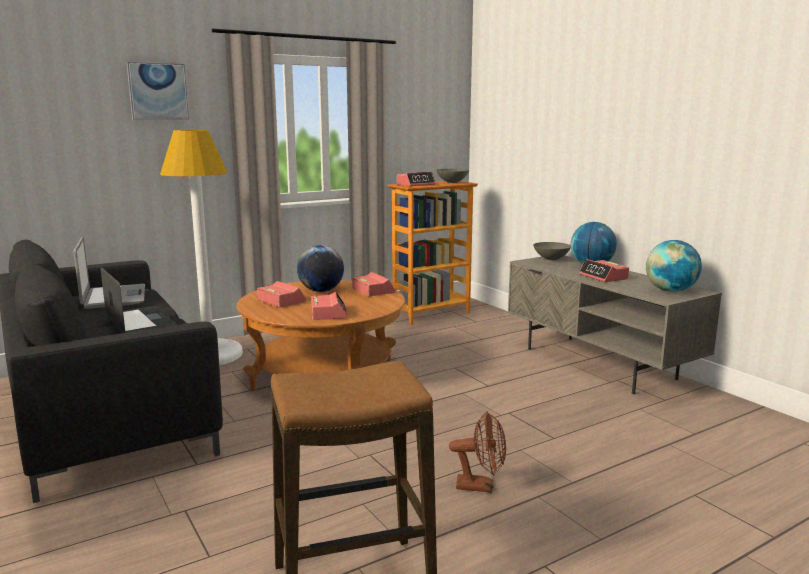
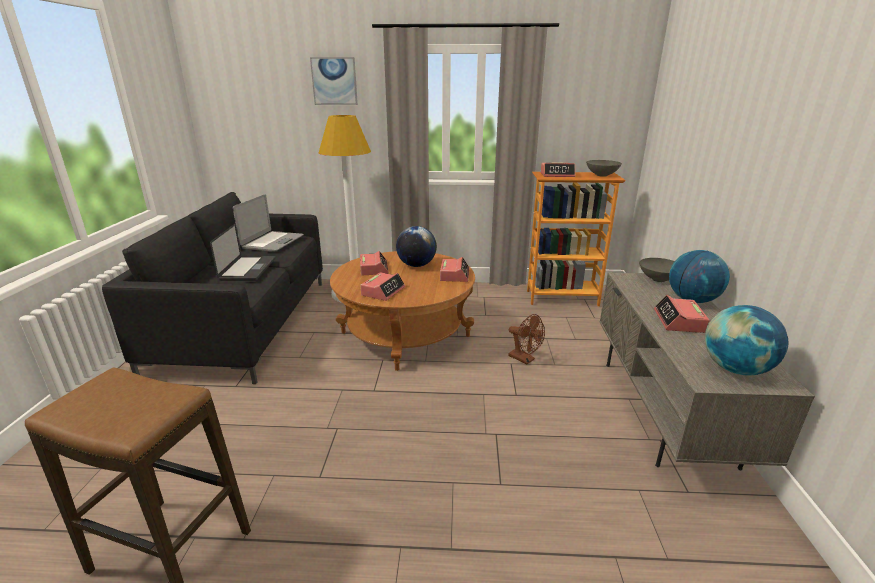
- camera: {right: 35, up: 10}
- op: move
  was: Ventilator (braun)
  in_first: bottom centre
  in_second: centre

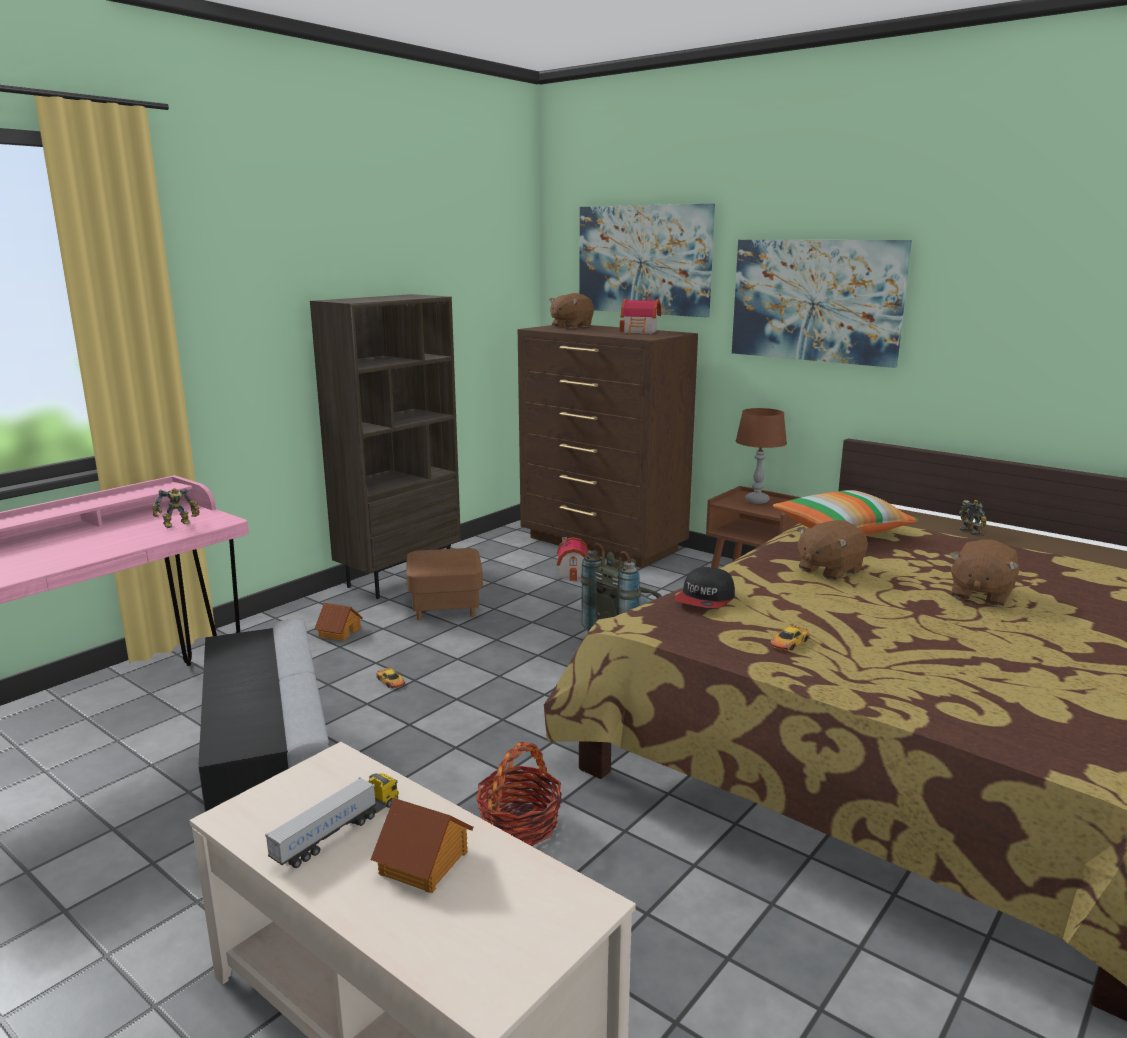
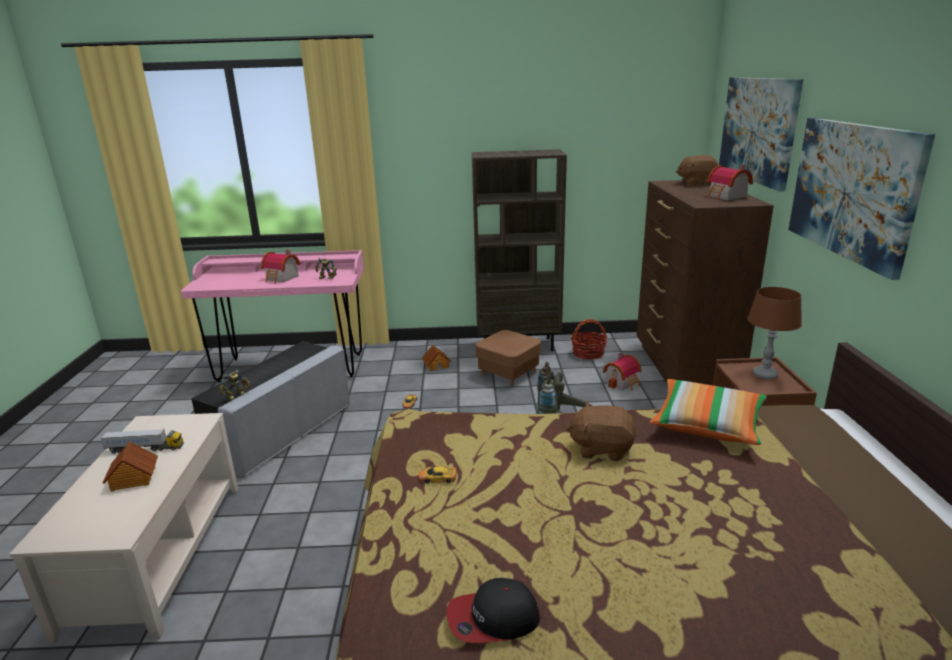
- camera: {right: 50, up: 5}
- op: move
  was: Korb
  in_first: bottom centre
  in_second: centre
- op: move
  was: Kappe
  in_first: centre
  in_second: bottom centre
- op: delete
  was: Plüschtier (braun) (3rd from left)
  in_first: middle right
- op: move
  was: Spielzeugroboter (2nd from left in the first image)
  now: Spielzeugroboter (1st from left)
  in_first: middle right
  in_second: middle left
- op: insert
  now: Spielzeughaus (2nd from left)
  in_second: middle left

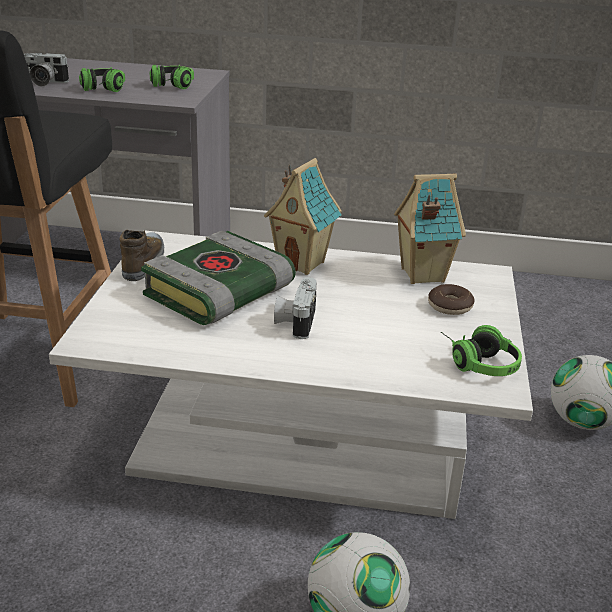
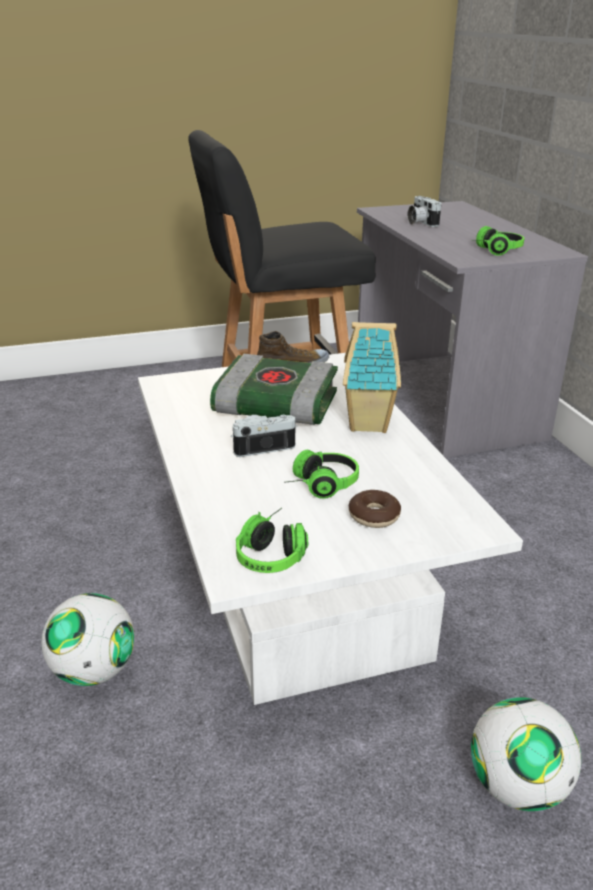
- camera: {right: 65, up: 0}
- op: move
  was: Kopfhörer (1st from left in the first image)
  now: Kopfhörer (2nd from left)
  in_first: top left
  in_second: centre
- op: delete
  was: Spielzeughaus (2nd from left)
  in_first: middle right

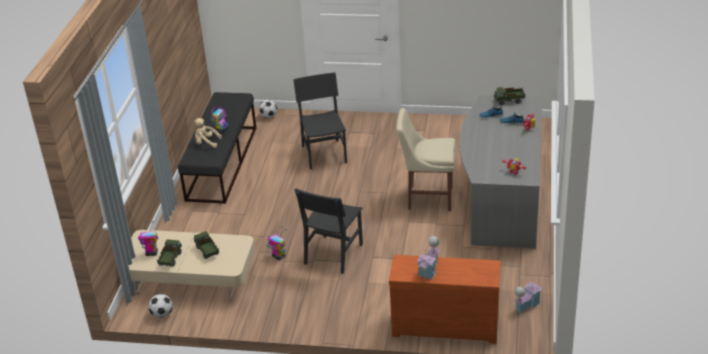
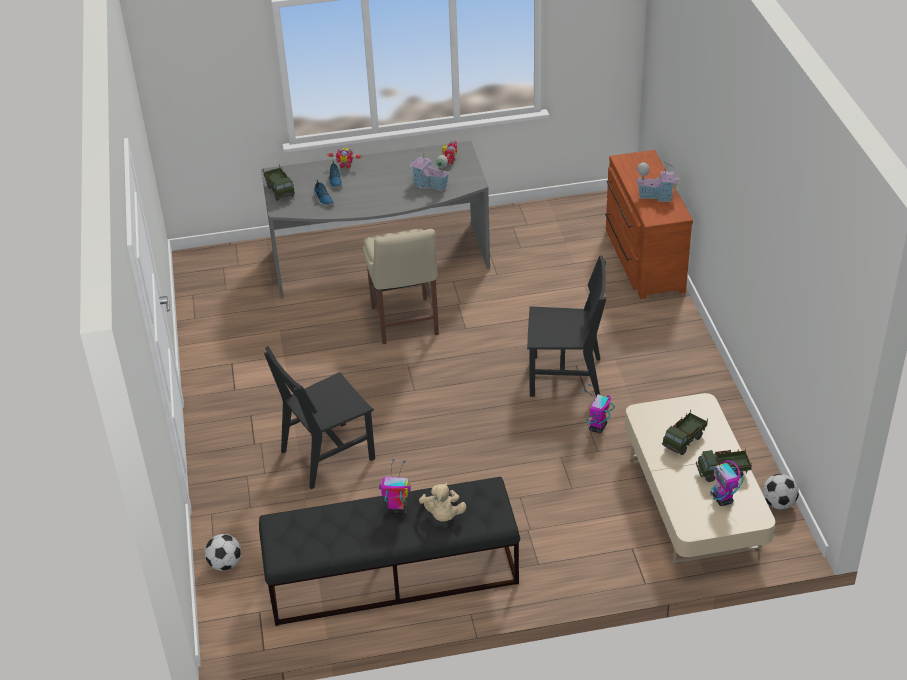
- camera: {right: -110, up: 5}
- op: move
  was: Spielzeughaus (2nd from left in the first image)
  now: Spielzeughaus (1st from left)
  in_first: bottom right
  in_second: top centre

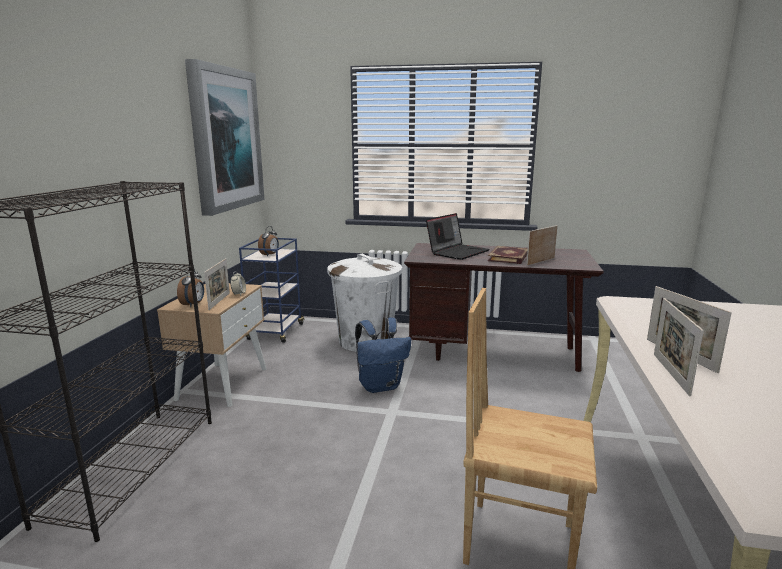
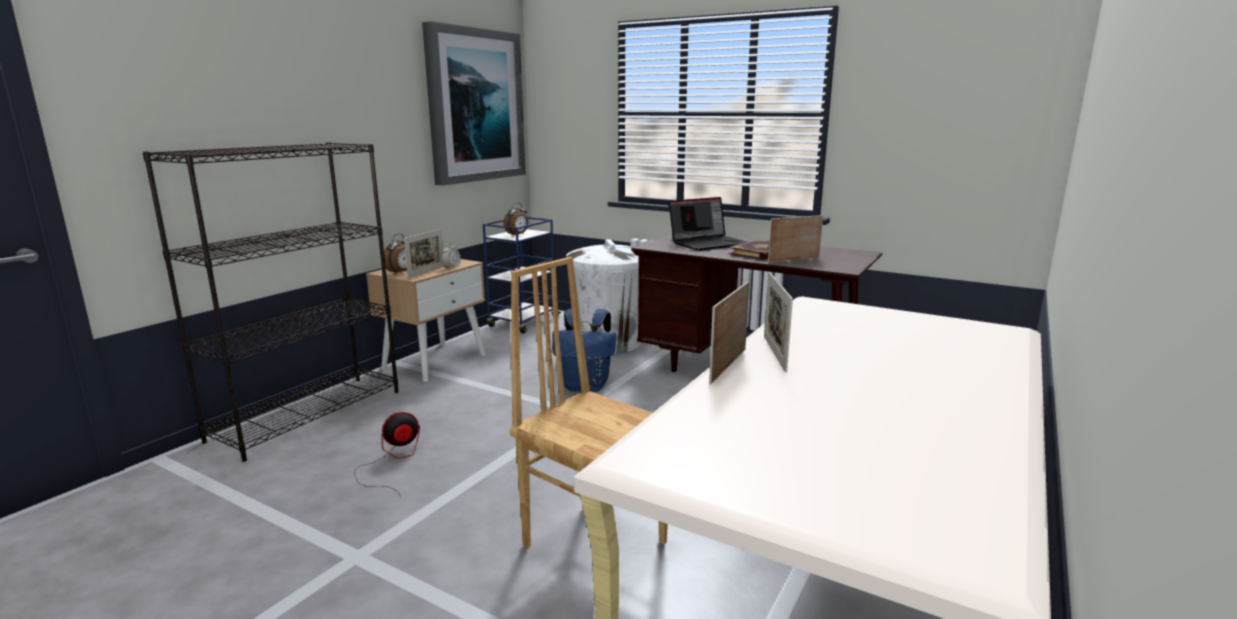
- camera: {right: 20, up: 0}
- op: insert
  now: Ventilator
  in_second: bottom left

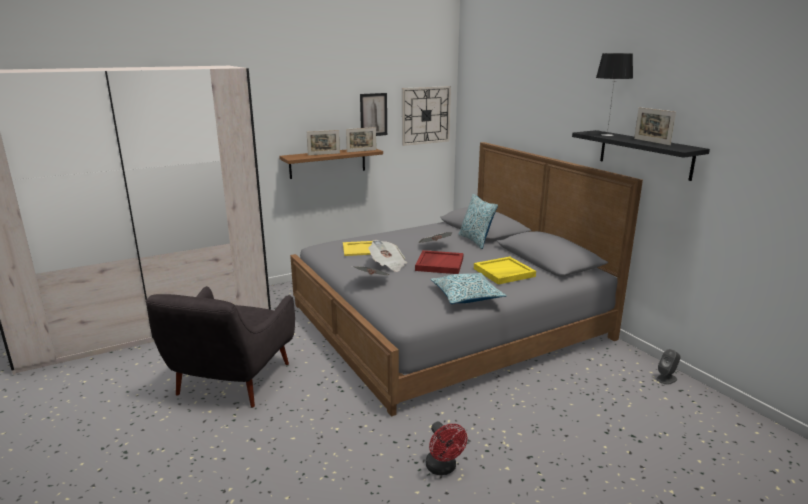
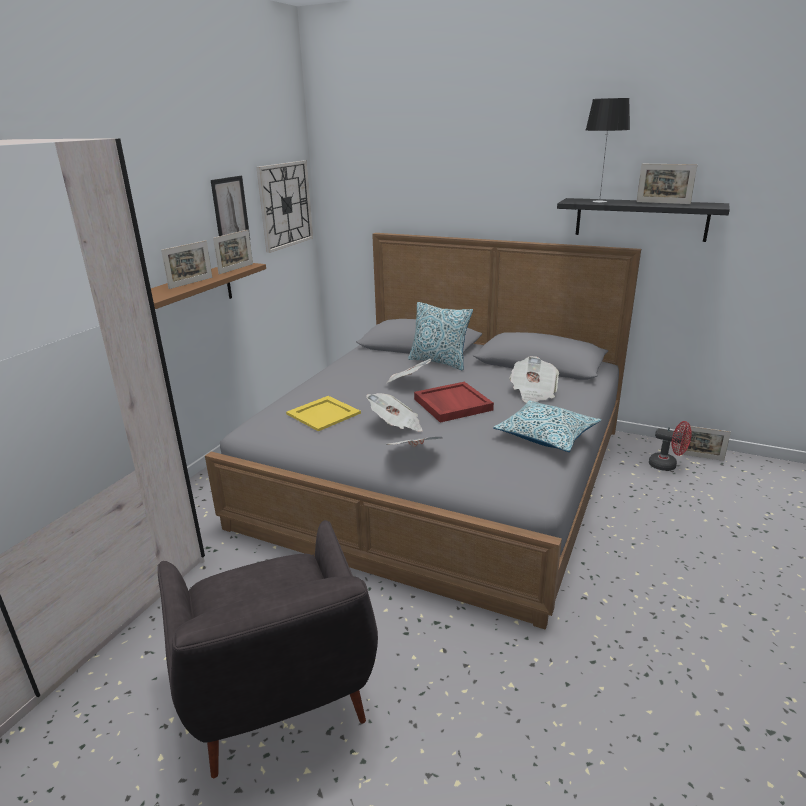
- camera: {right: -35, up: 5}
- op: move
  was: Ventilator (rot)
  in_first: bottom centre
  in_second: middle right
- op: replace
  was: Tablett (gelb) (2nd from left)
  now: Zeitung (4th from left)
  in_first: centre
  in_second: centre
- op: replace
  was: Lautsprecher (grau)
  now: Bilderrahmen (4th from left)
  in_first: bottom right
  in_second: middle right

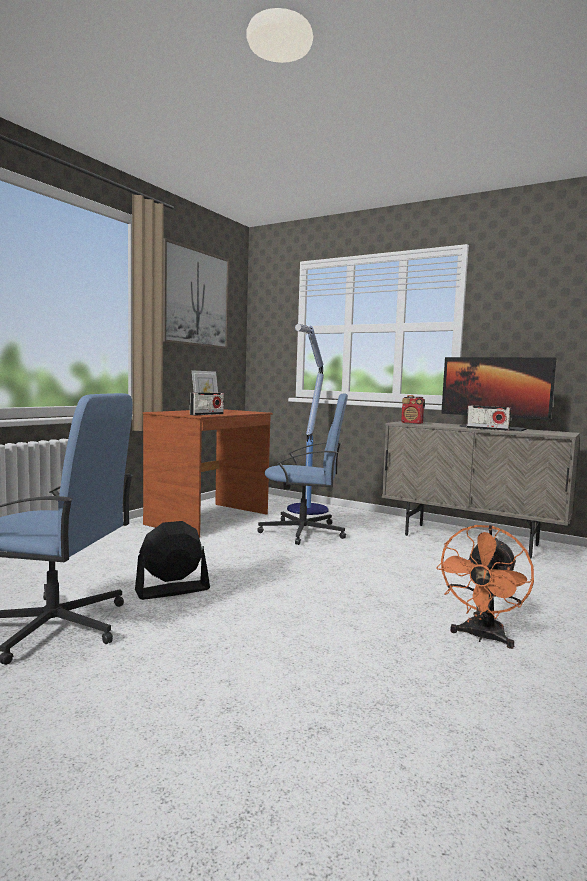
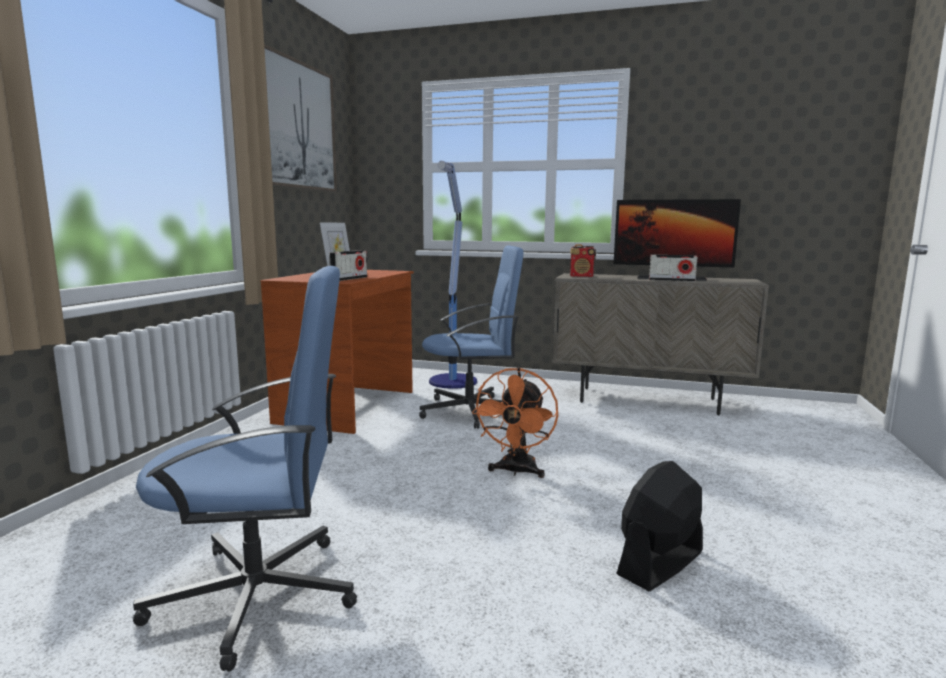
- camera: {right: -15, up: 5}
- op: move
  was: Ventilator (schwarz)
  in_first: middle left
  in_second: bottom right
- op: move
  was: Ventilator (orange)
  in_first: middle right
  in_second: centre

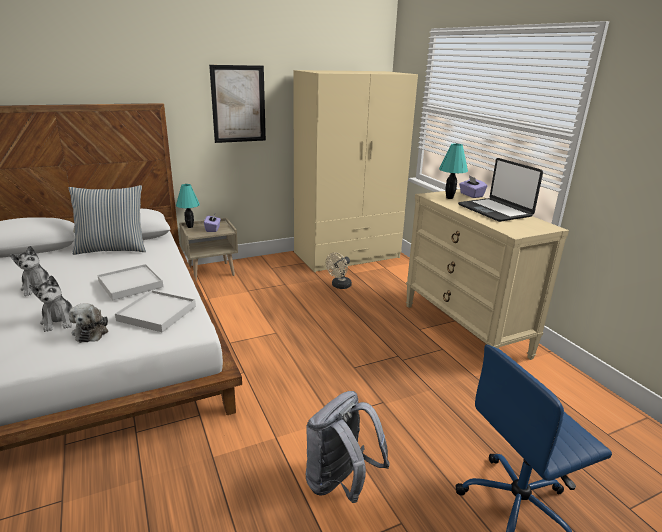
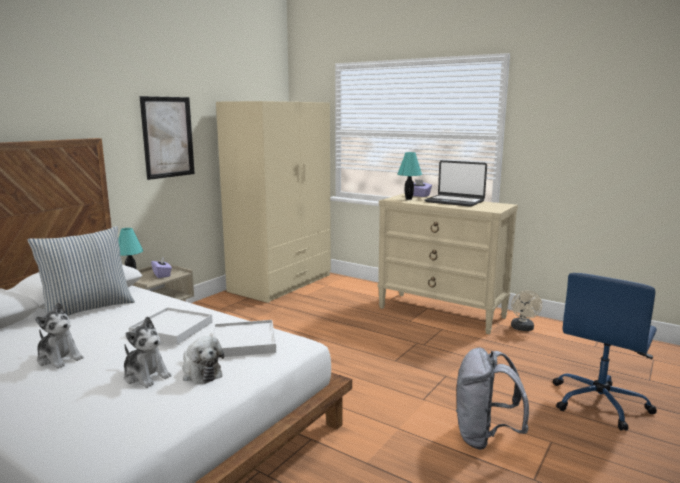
- camera: {right: -30, up: -10}
- op: move
  was: Ventilator (beige)
  in_first: centre
  in_second: middle right

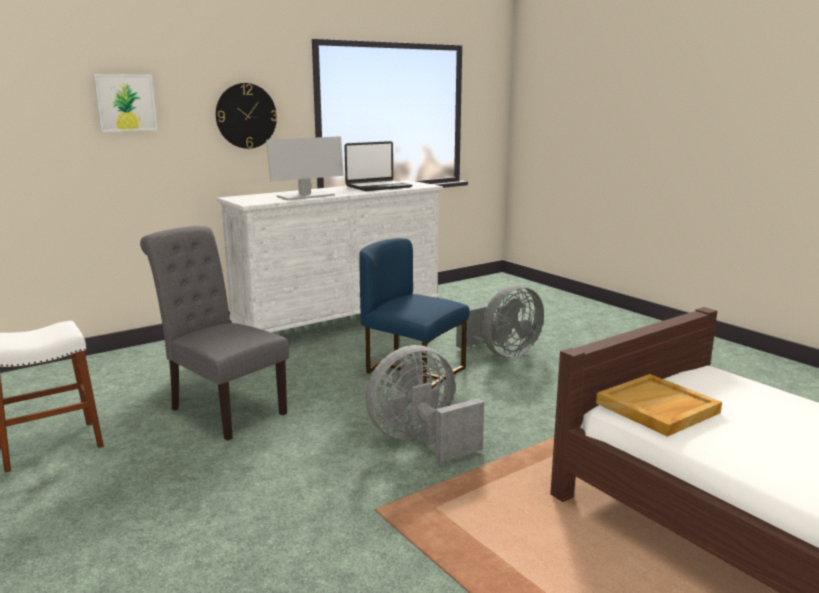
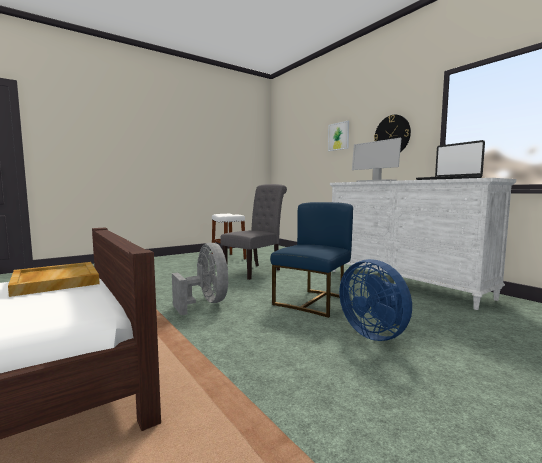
- camera: {right: 90, up: -10}
- op: recolor
  was: Ventilator (grau) (2nd from left)
  now: Ventilator (blau)
  in_first: centre
  in_second: middle right

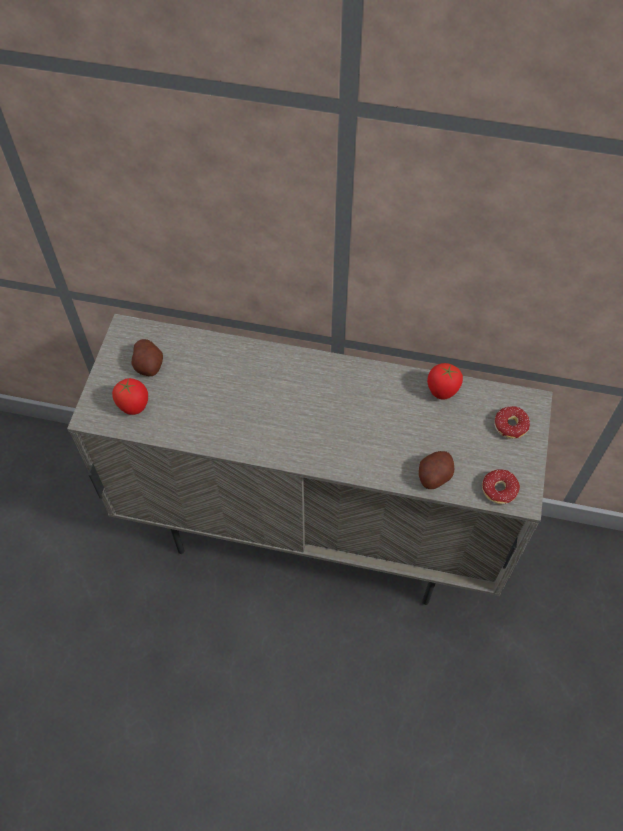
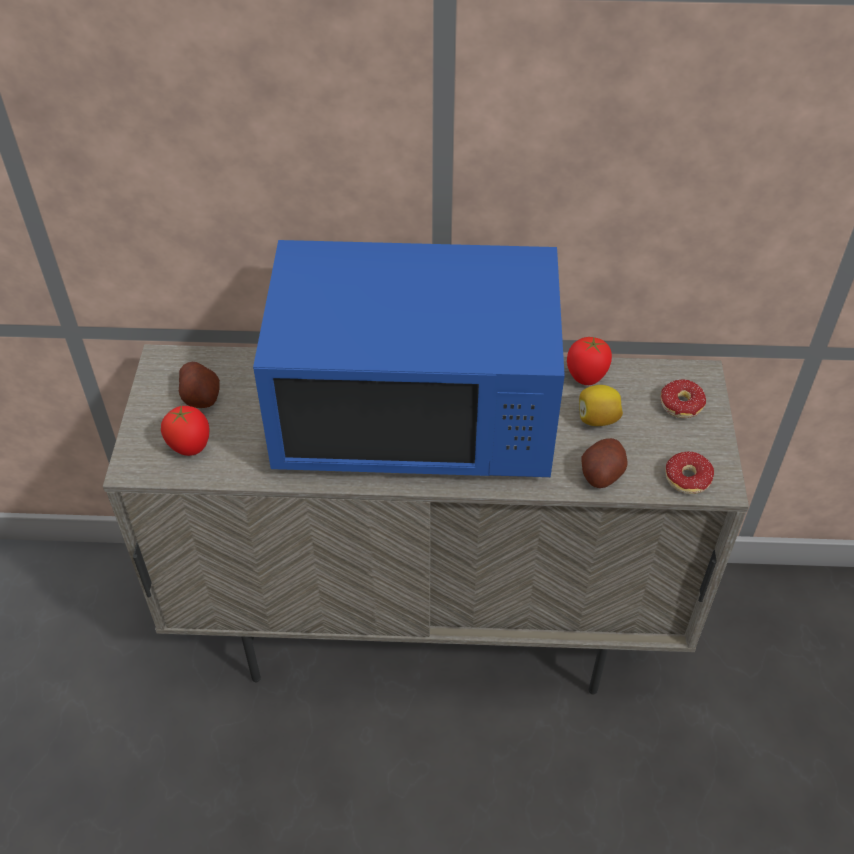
- camera: {right: -10, up: -10}
- op: insert
  now: Mikrowelle (blau)
  in_second: centre
- op: insert
  now: Zitrone
  in_second: middle right

